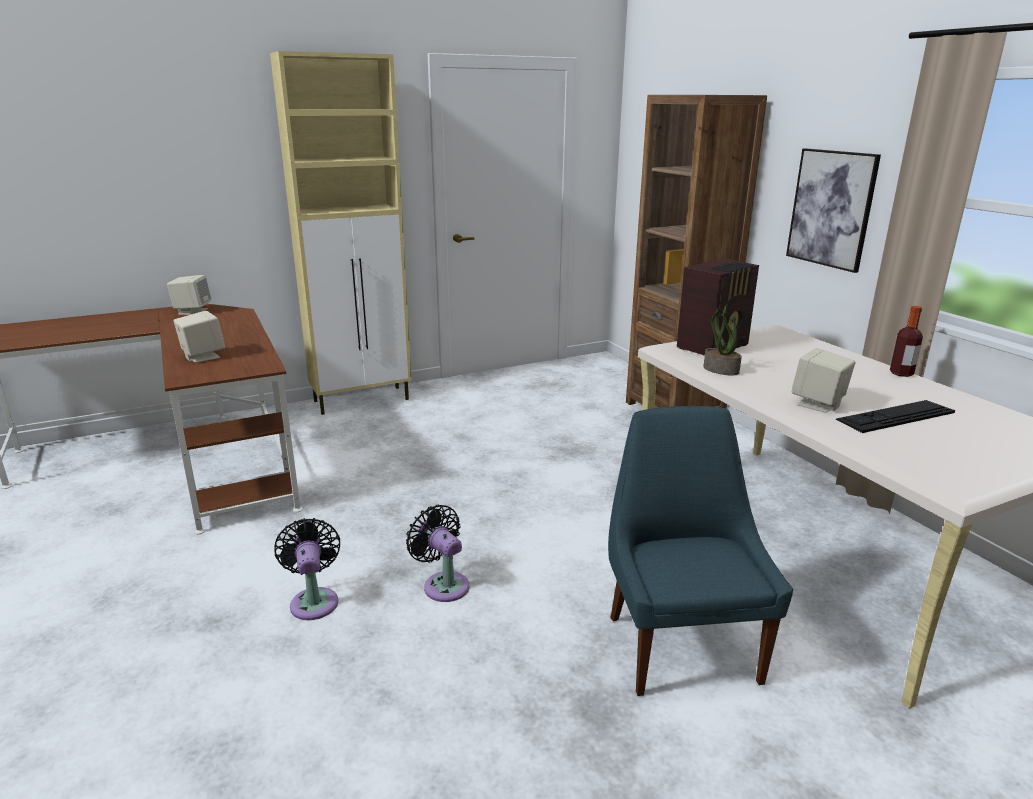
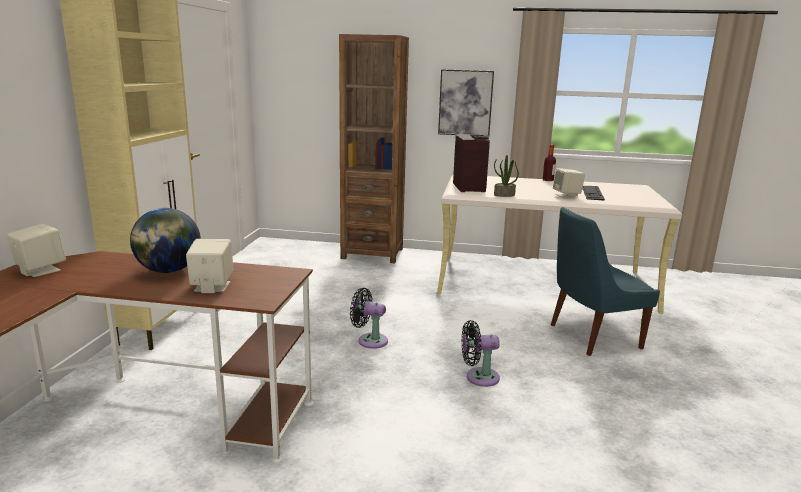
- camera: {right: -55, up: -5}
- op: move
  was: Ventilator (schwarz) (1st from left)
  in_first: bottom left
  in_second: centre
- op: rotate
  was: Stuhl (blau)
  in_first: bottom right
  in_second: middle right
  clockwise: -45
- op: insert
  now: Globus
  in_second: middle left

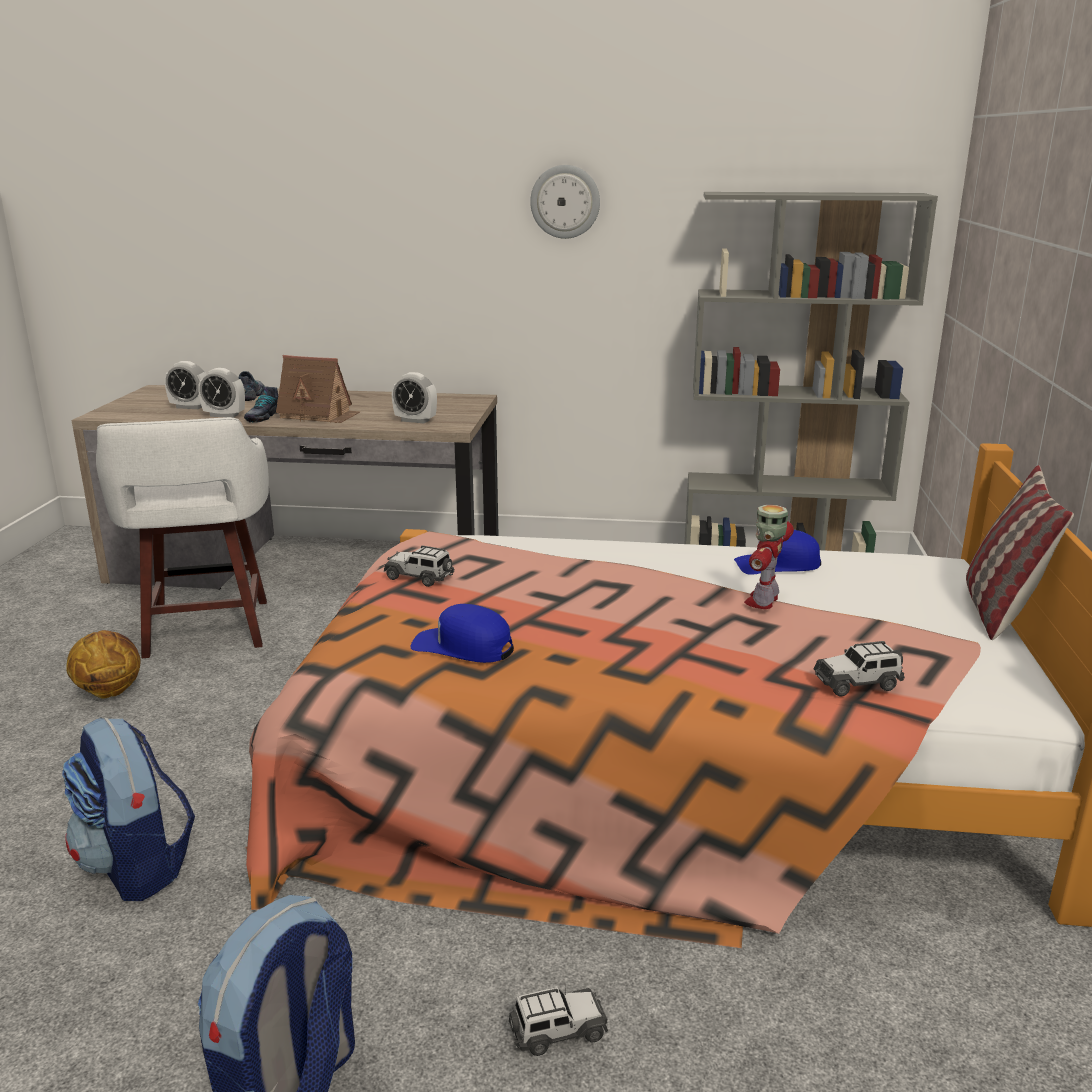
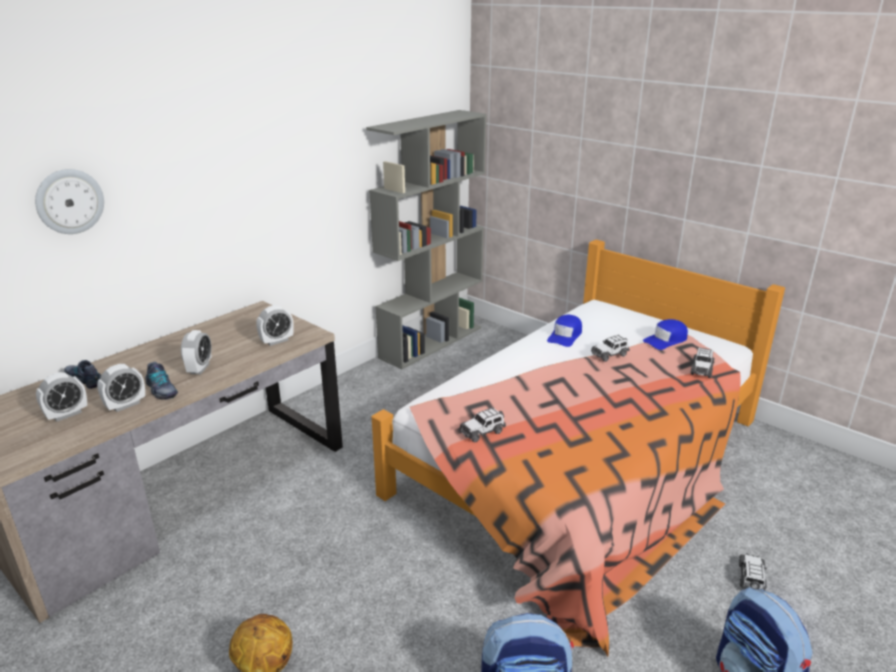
- camera: {right: -55, up: 5}
- op: delete
  was: Hocker (weiß)
  in_first: middle left
- op: replace
  was: Spielzeughaus
  now: Wecker (3rd from left)
  in_first: middle left
  in_second: middle left
- op: move
  was: Kappe (blau) (1st from left in the first image)
  now: Kappe (blau) (2nd from left)
  in_first: centre
  in_second: middle right
- op: move
  was: Wanduhr
  in_first: top centre
  in_second: top left
- op: replace
  was: Spielzeugroboter
  now: Spielzeugauto (2nd from left)
  in_first: middle right
  in_second: middle right
- op: delete
  was: Kissen
  in_first: middle right

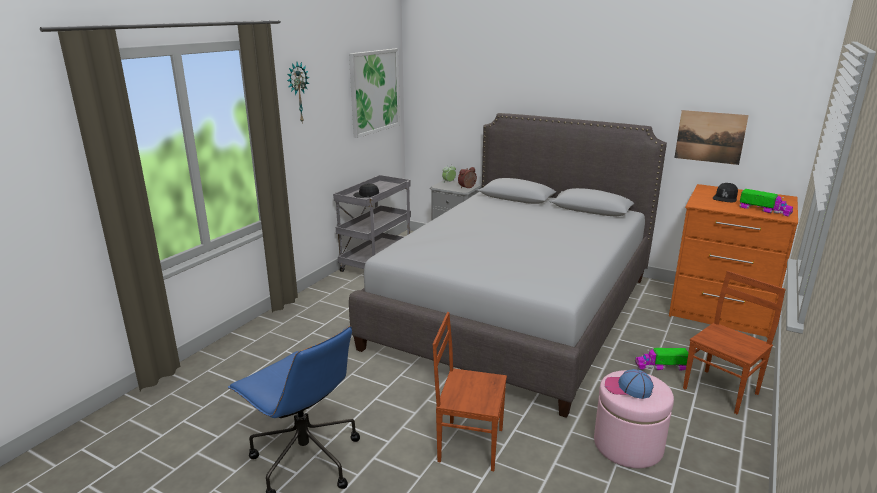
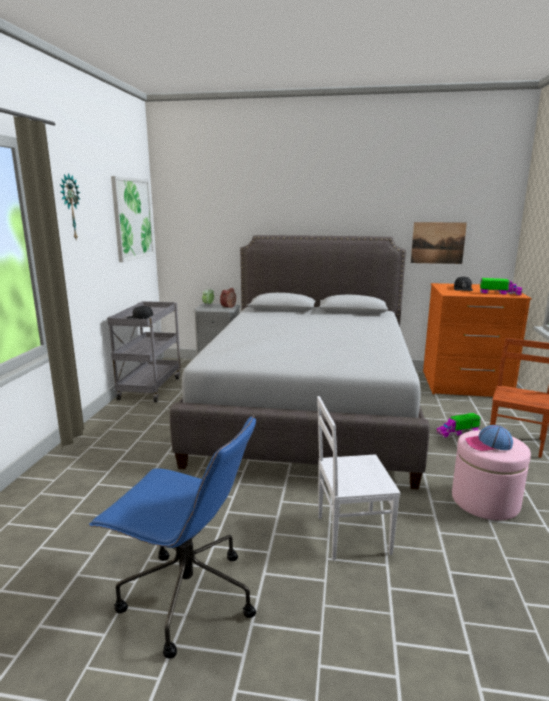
- camera: {right: -20, up: -5}
- op: recolor
  was: Stuhl (braun) (1st from left)
  now: Stuhl (weiß)
  in_first: bottom centre
  in_second: bottom centre

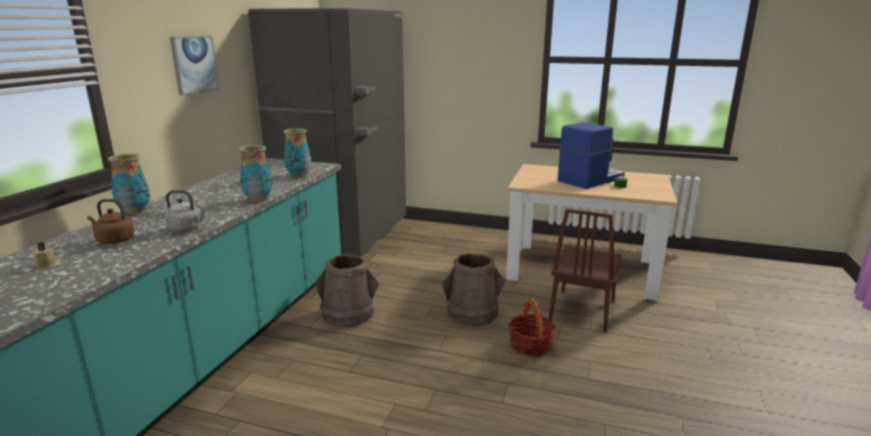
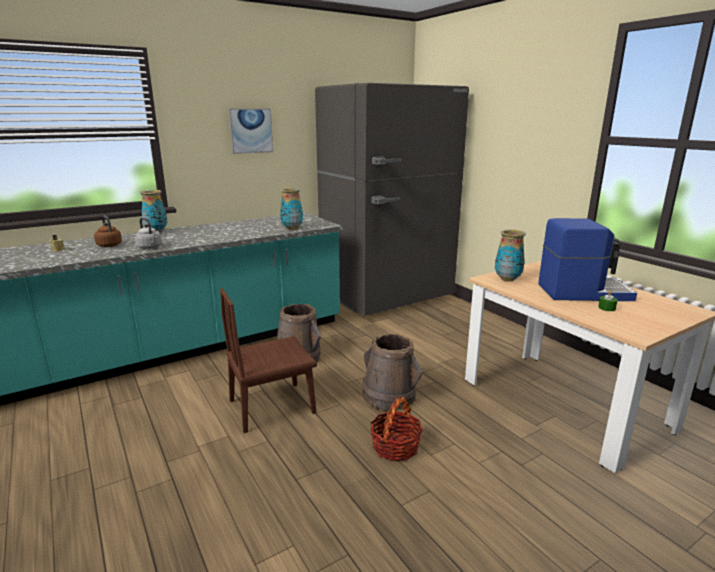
- camera: {right: 40, up: 0}
- op: move
  was: Vase (2nd from left in the first image)
  now: Vase (3rd from left)
  in_first: middle left
  in_second: middle right
- op: move
  was: Stuhl (braun)
  in_first: middle right
  in_second: centre

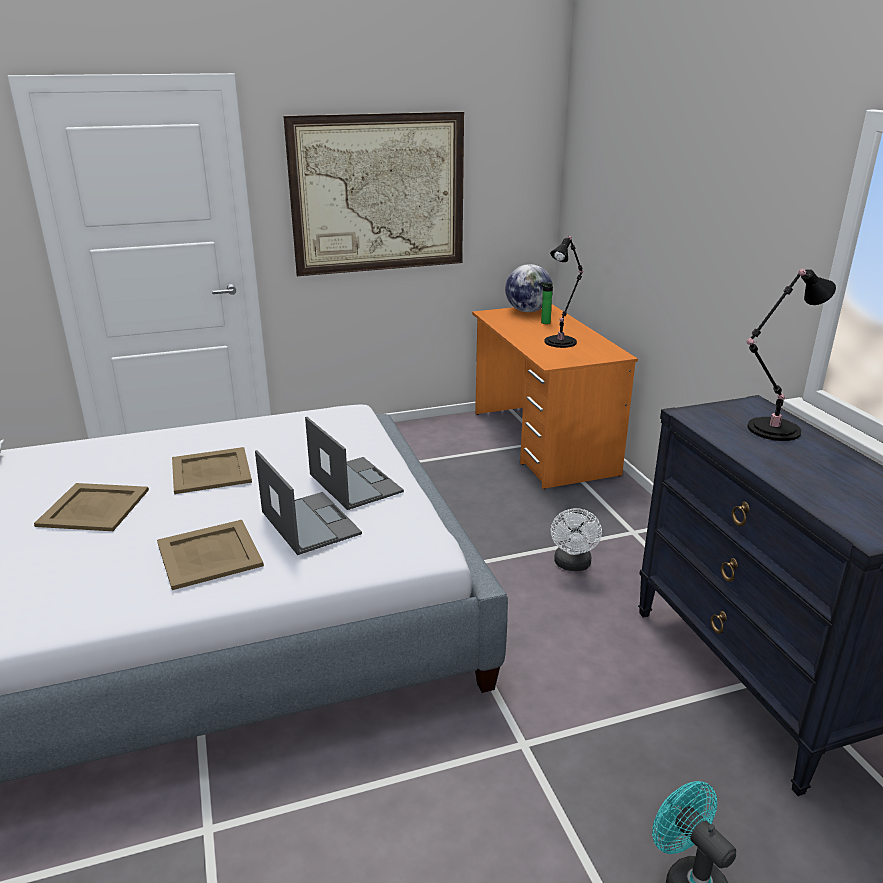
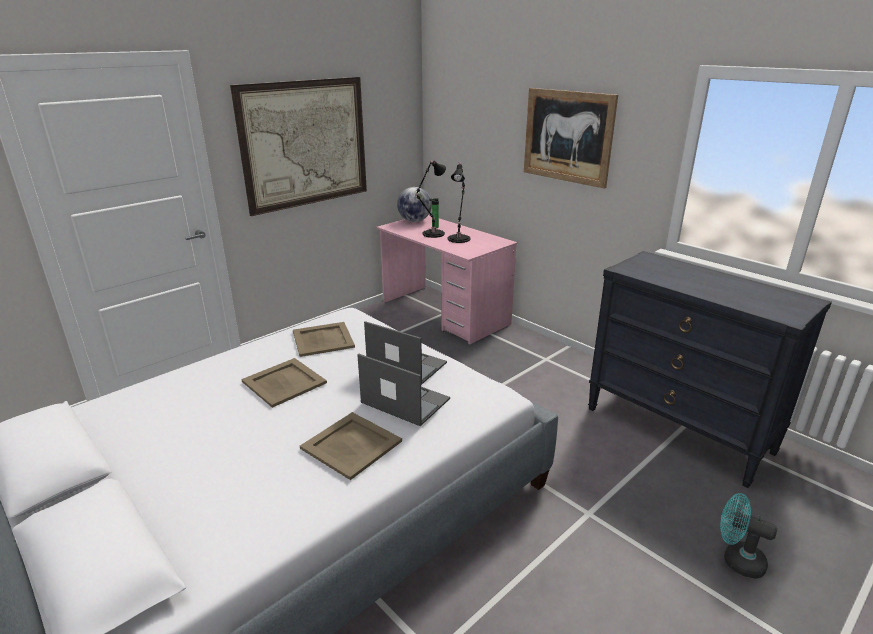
- camera: {right: -25, up: 0}
- op: move
  was: Tablett (beige) (1st from left in the first image)
  now: Tablett (beige) (2nd from left)
  in_first: middle left
  in_second: centre
- op: recolor
  was: Schreibtisch (orange)
  now: Schreibtisch (rosa)
  in_first: centre
  in_second: centre
- op: delete
  was: Ventilator (weiß)
  in_first: centre
- op: move
  was: Tischlampe (schwarz) (2nd from left in the first image)
  now: Tischlampe (schwarz) (1st from left)
  in_first: middle right
  in_second: top centre
- op: insert
  now: Bild (2nd from left)
  in_second: top centre

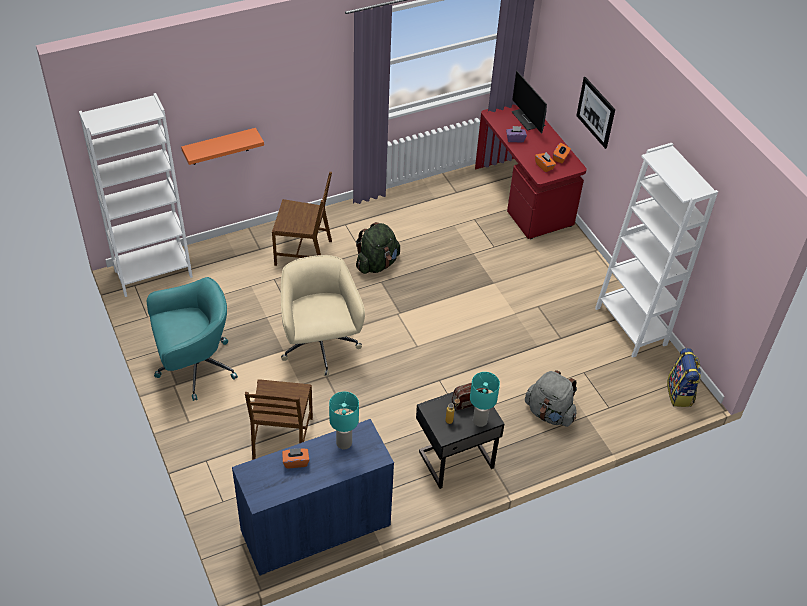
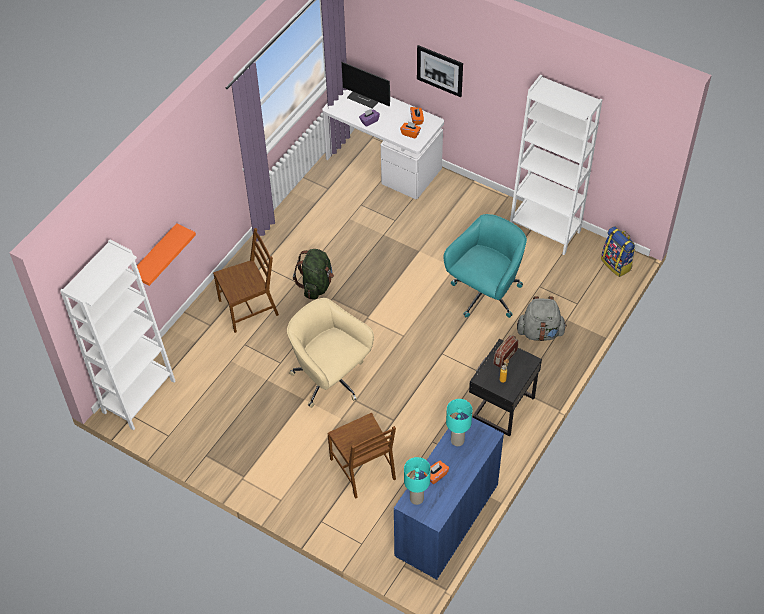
- camera: {right: -30, up: 5}
- op: move
  was: Bürostuhl (türkis)
  in_first: middle left
  in_second: centre
- op: move
  was: Tischlampe (türkis) (2nd from left in the first image)
  now: Tischlampe (türkis) (1st from left)
  in_first: centre
  in_second: bottom centre
- op: recolor
  was: Schreibtisch (rot)
  now: Schreibtisch (weiß)
  in_first: top centre
  in_second: top centre

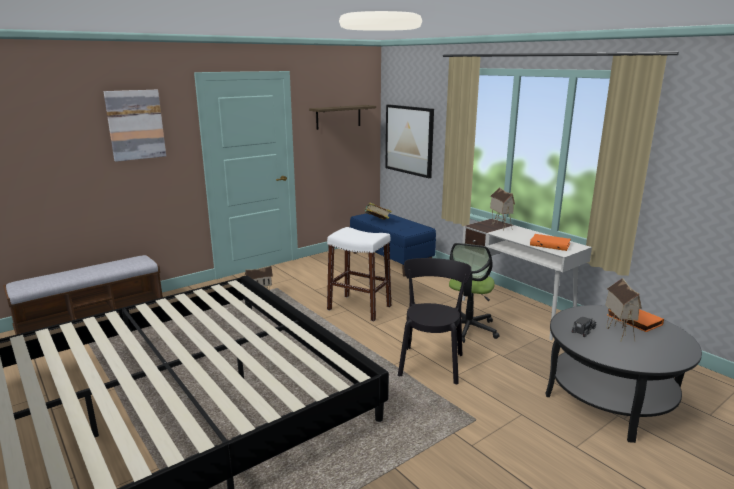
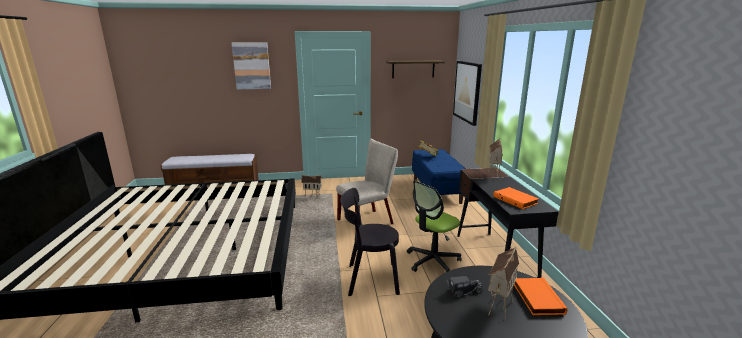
- camera: {right: 30, up: 0}
- op: replace
  was: Hocker (weiß)
  now: Stuhl (beige)
  in_first: centre
  in_second: centre
- op: rotate
  was: Stuhl (schwarz)
  in_first: centre
  in_second: bottom centre
  clockwise: -135
- op: recolor
  was: Schreibtisch (weiß)
  now: Schreibtisch (schwarz)
  in_first: middle right
  in_second: middle right

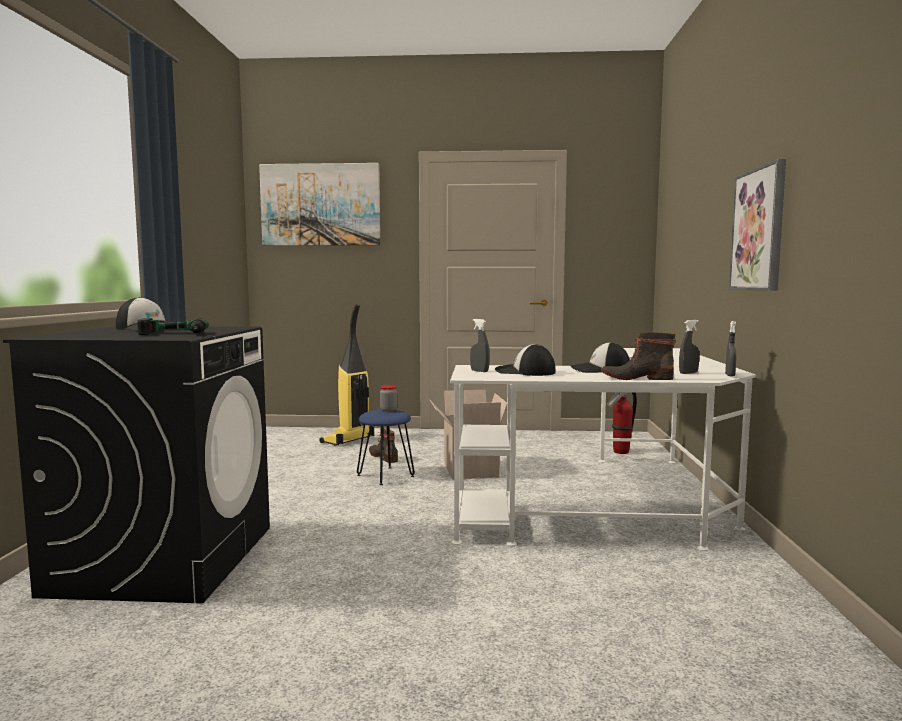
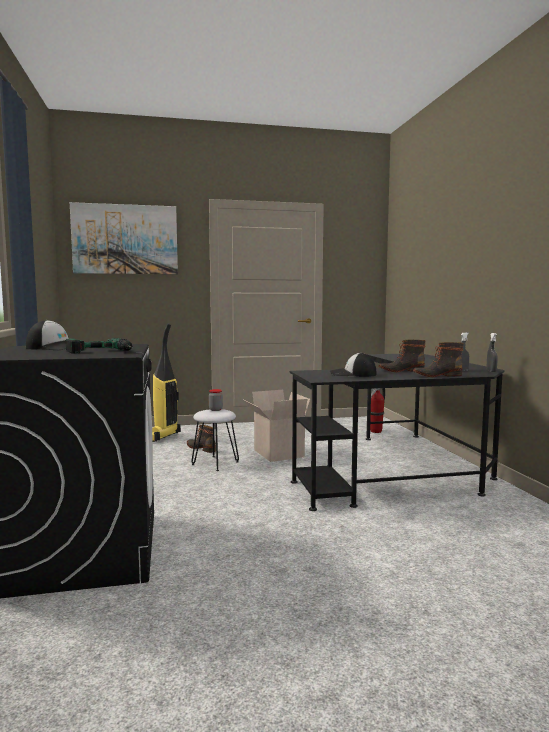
- camera: {right: -15, up: 0}
- op: recolor
  was: Hocker (blau)
  now: Hocker (weiß)
  in_first: centre
  in_second: centre
- op: recolor
  was: Schreibtisch (weiß)
  now: Schreibtisch (schwarz)
  in_first: middle right
  in_second: middle right
- op: delete
  was: Sprühflasche (grau) (1st from left)
  in_first: centre
- op: replace
  was: Kappe (3rd from left)
  now: Stiefel (2nd from left)
  in_first: centre
  in_second: middle right
- op: delete
  was: Bild (2nd from left)
  in_first: top right

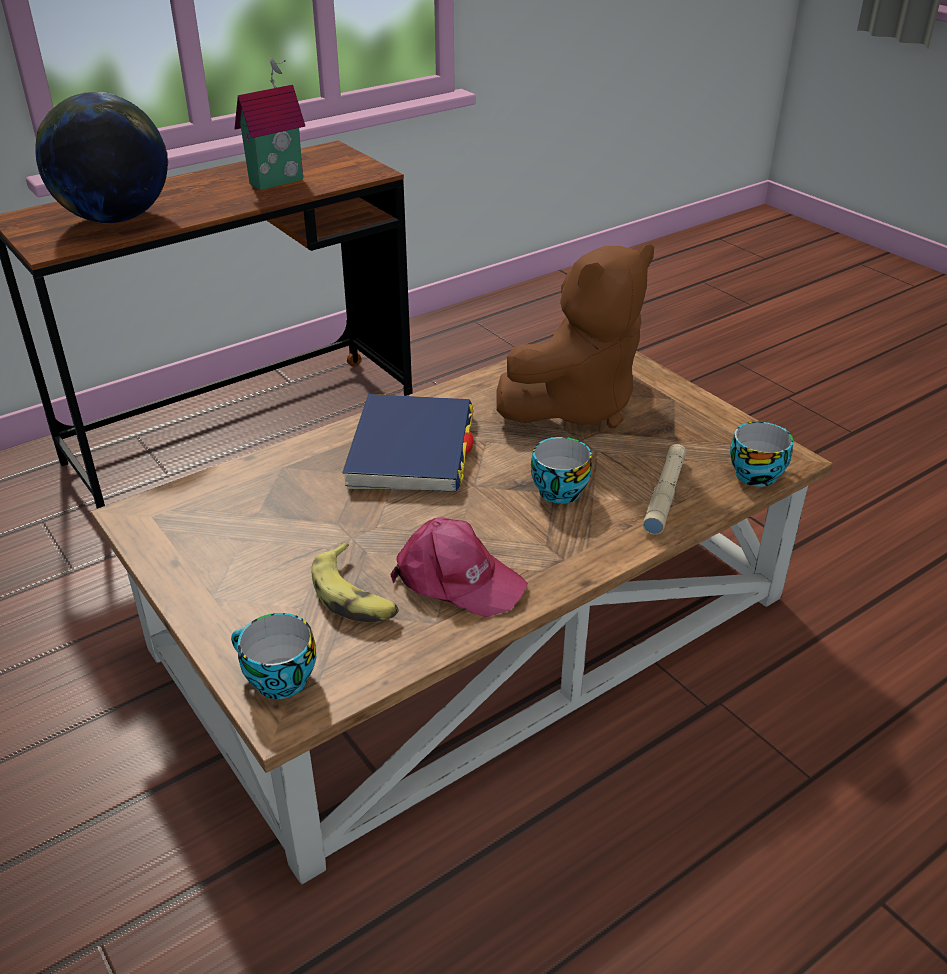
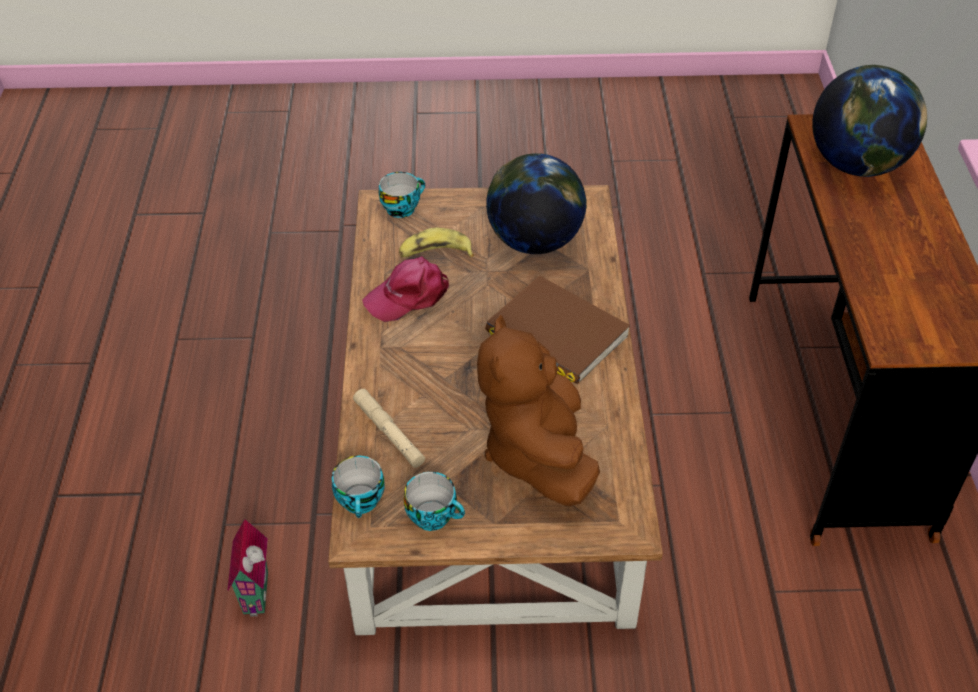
- camera: {right: 125, up: 10}
- op: move
  was: Spielzeughaus
  in_first: top left
  in_second: bottom left
- op: recolor
  was: Buch (blau)
  now: Buch (braun)
  in_first: centre
  in_second: centre
- op: move
  was: Tasse (2nd from left in the first image)
  now: Tasse (3rd from left)
  in_first: centre
  in_second: bottom centre
- op: insert
  now: Globus (1st from left)
  in_second: top centre

